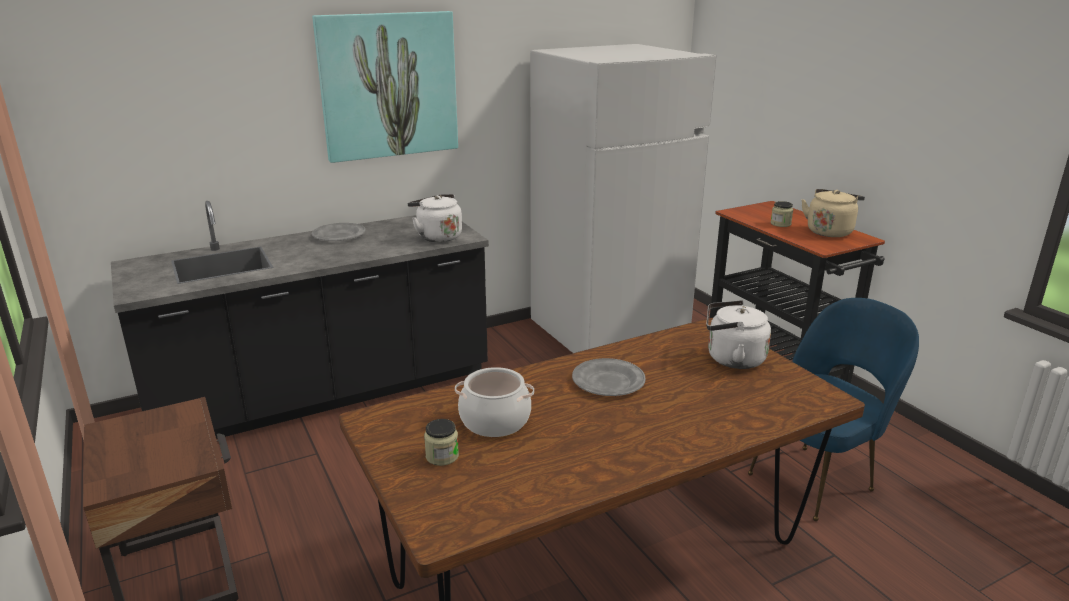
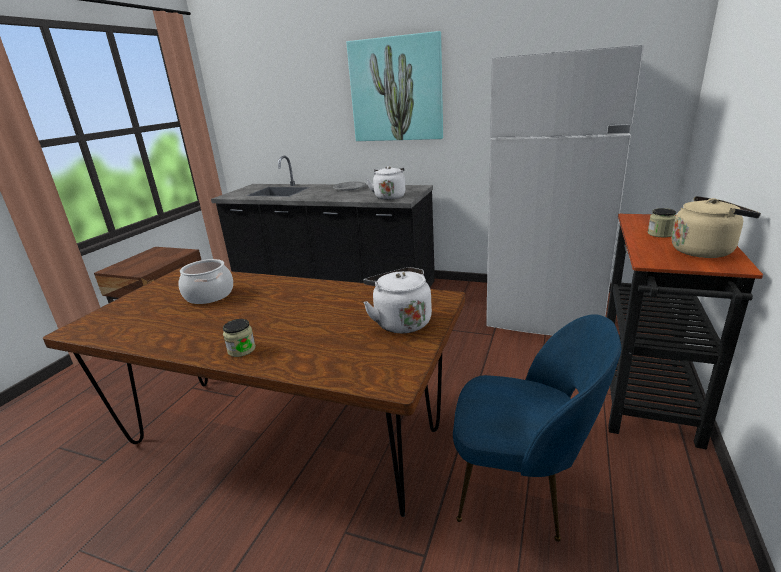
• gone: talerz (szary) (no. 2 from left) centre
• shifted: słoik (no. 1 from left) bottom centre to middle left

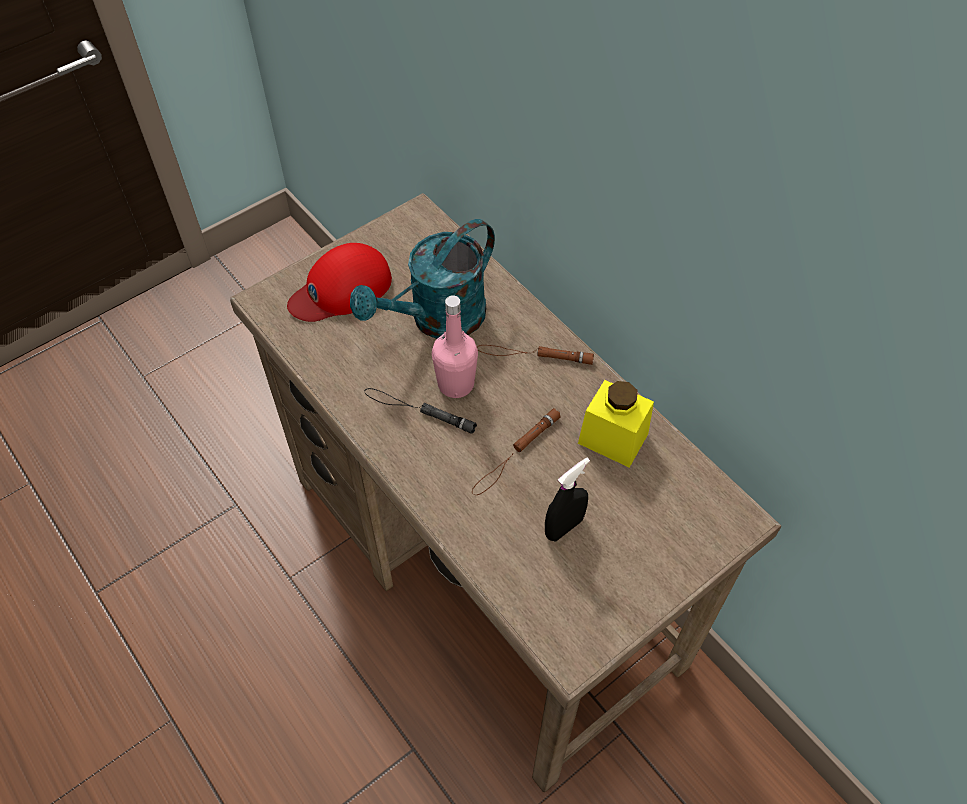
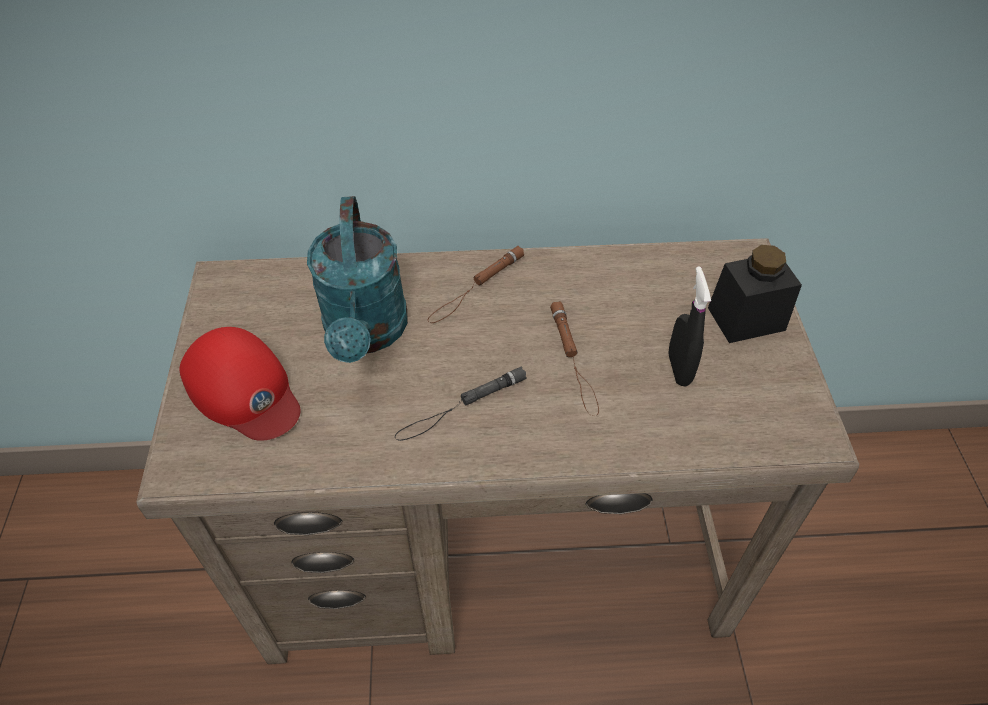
• rotated: czapka z daszkiem (czerwony) centre = middle left 45 degrees counterclockwise
• gone: butelka (różowy) centre
• gone: słoik (żółty) centre
• new: słoik (czarny) middle right

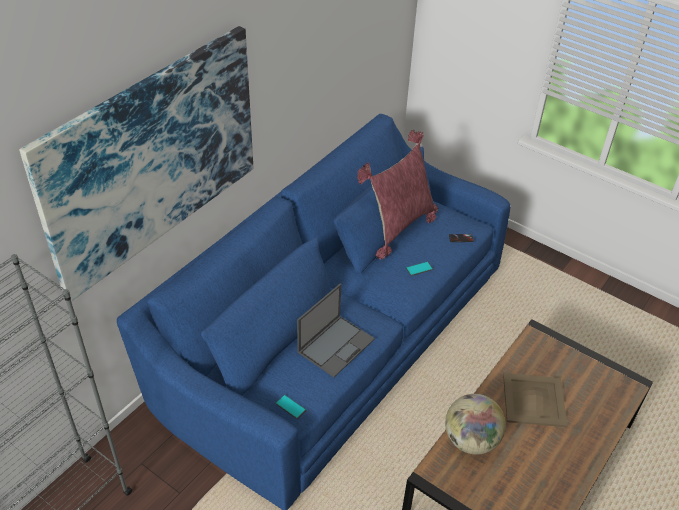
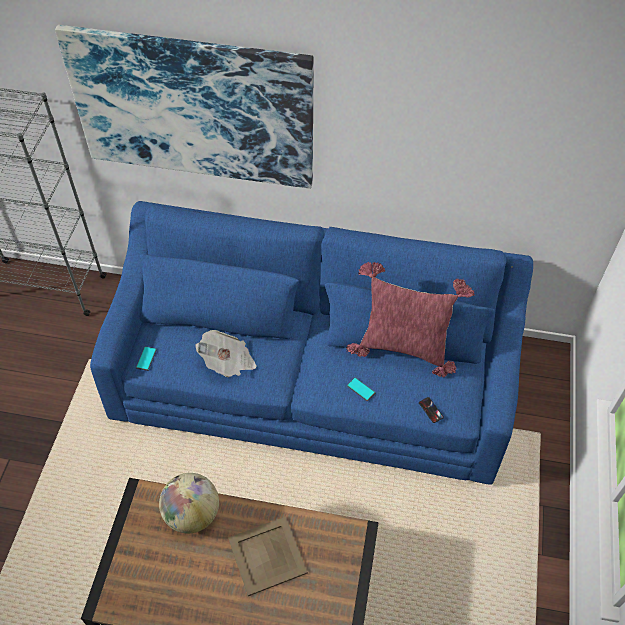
• swapped: laptop centre to gazeta centre

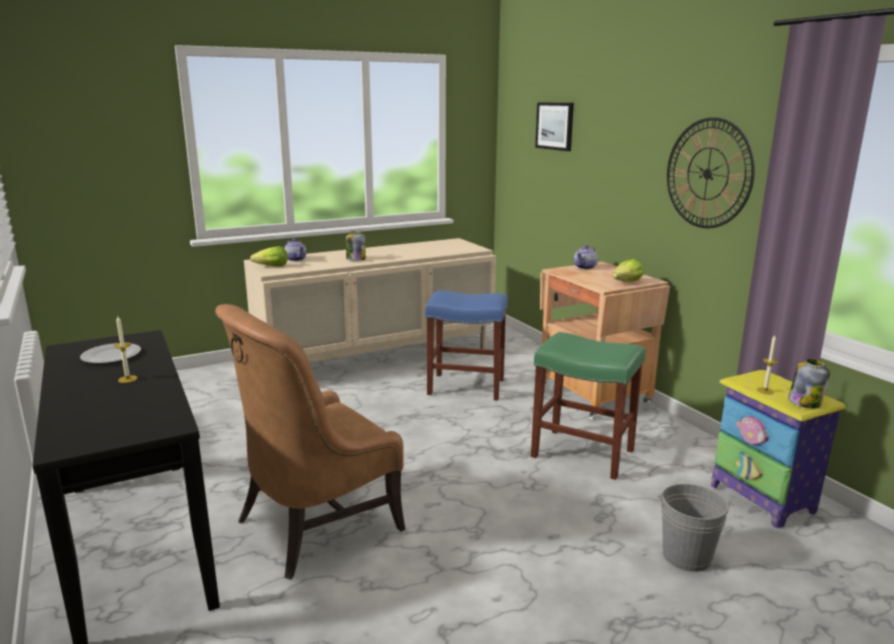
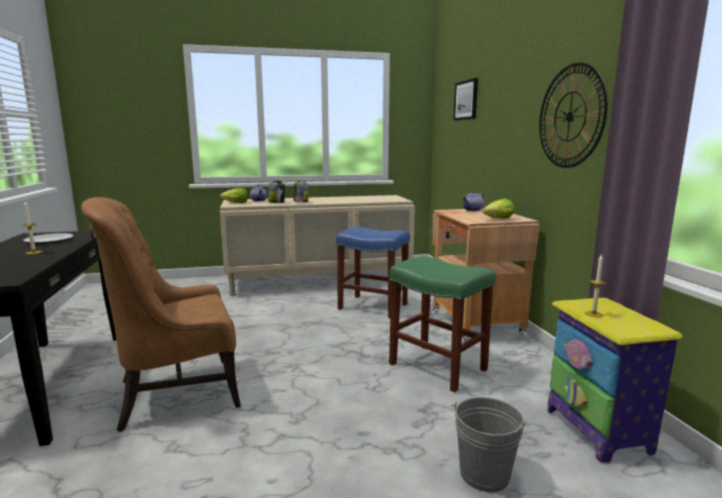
• shifted: słoik (no. 2 from left in the first image) middle right to słoik (no. 1 from left) centre

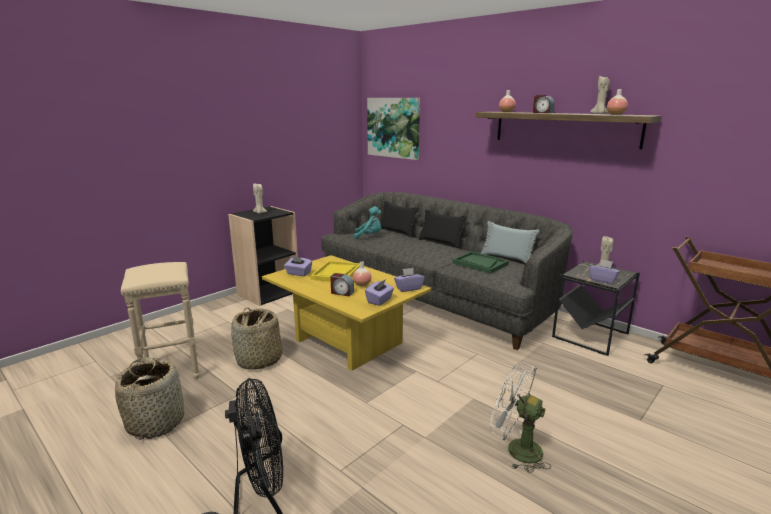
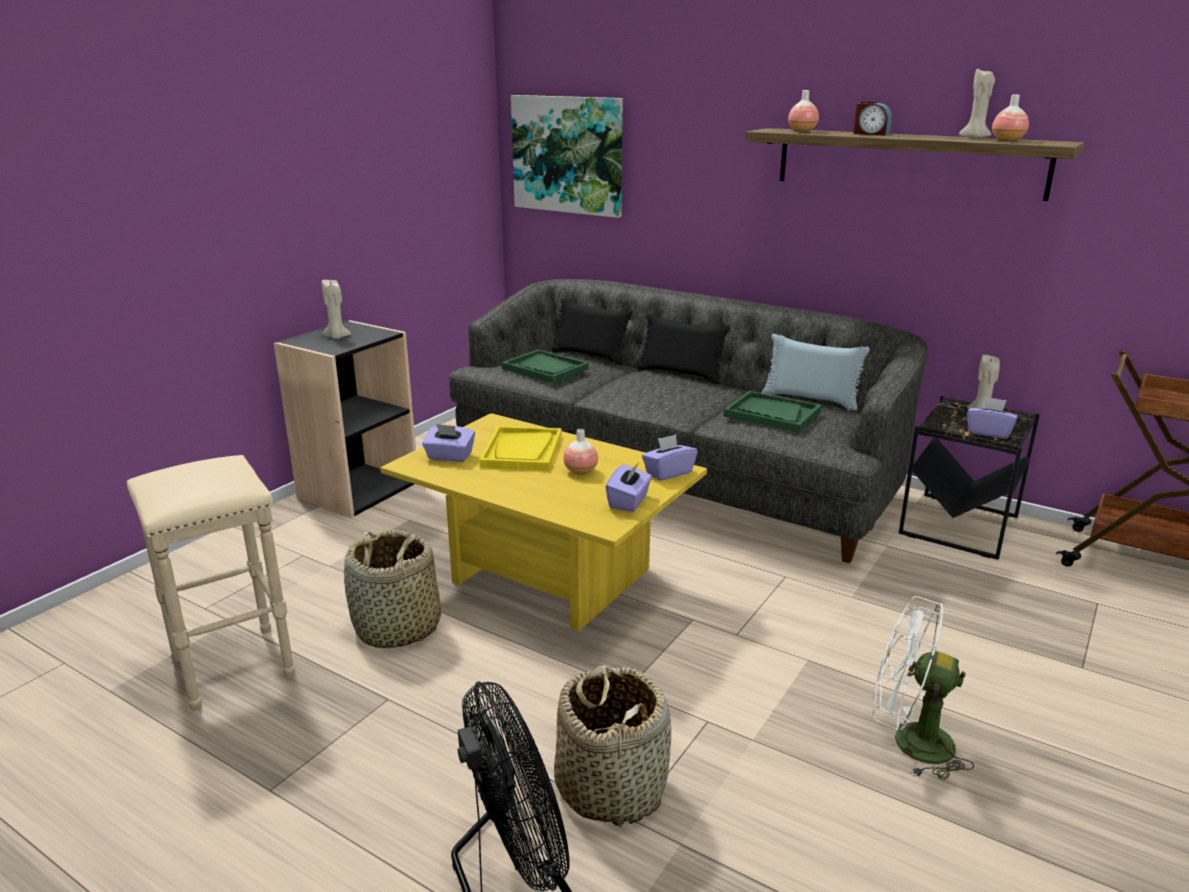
• swapped: pluszak (turkusowy) centre to taca (zielony) (no. 1 from left) centre
• gone: budzik (no. 1 from left) centre
• shifted: koszyk (no. 1 from left in the first image) bottom left to koszyk (no. 2 from left) bottom centre

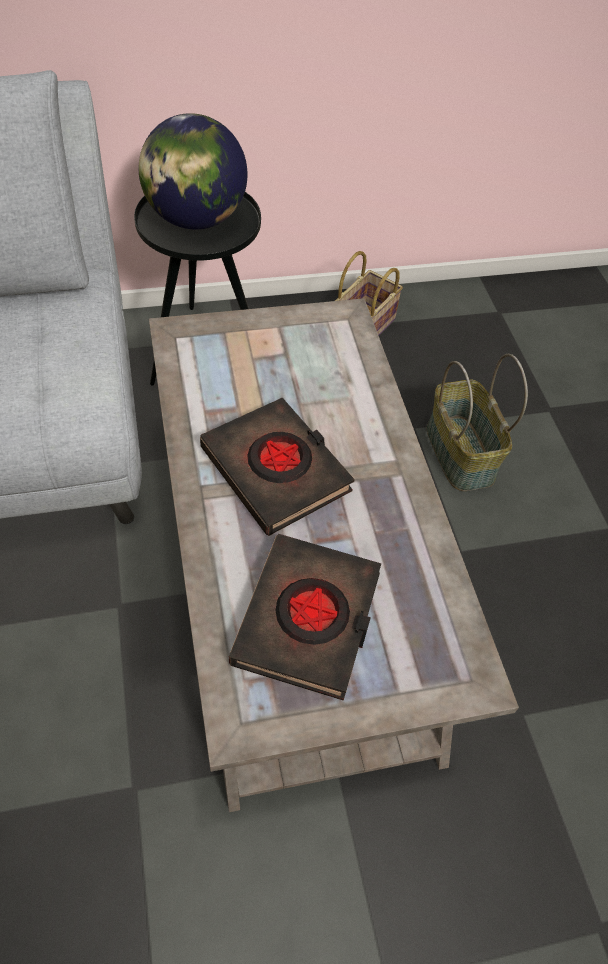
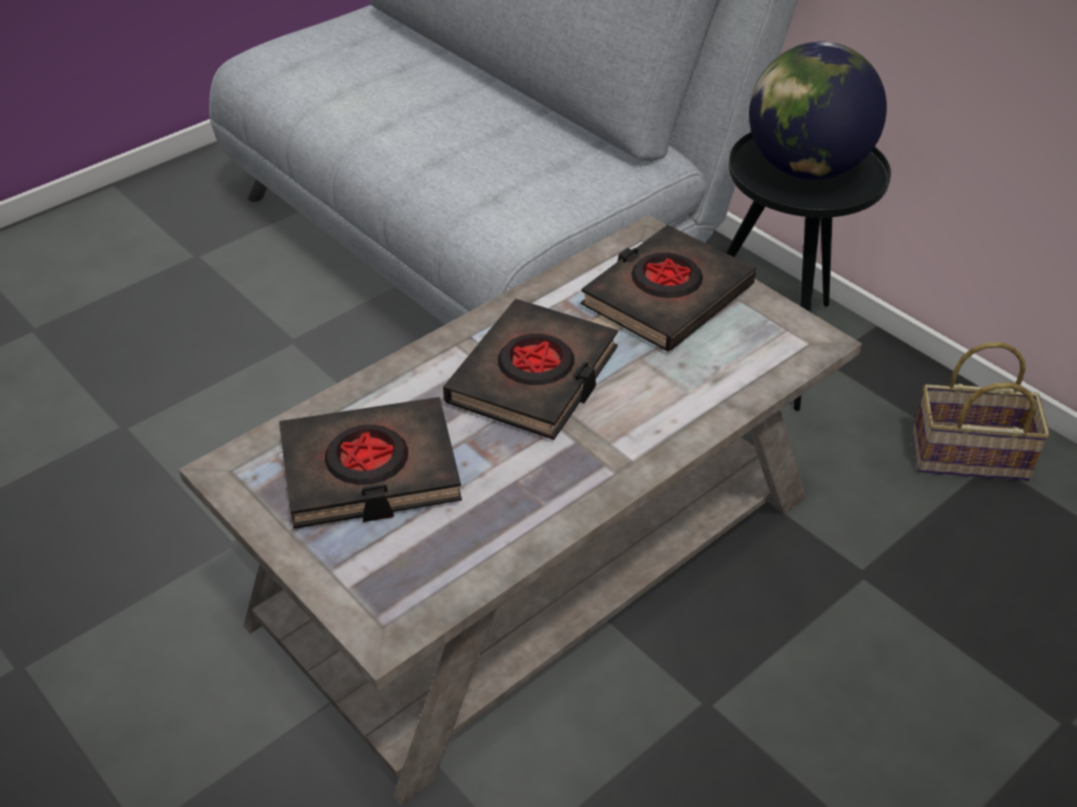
• gone: koszyk (no. 2 from left) middle right
• new: książka (czarny) (no. 3 from left) centre

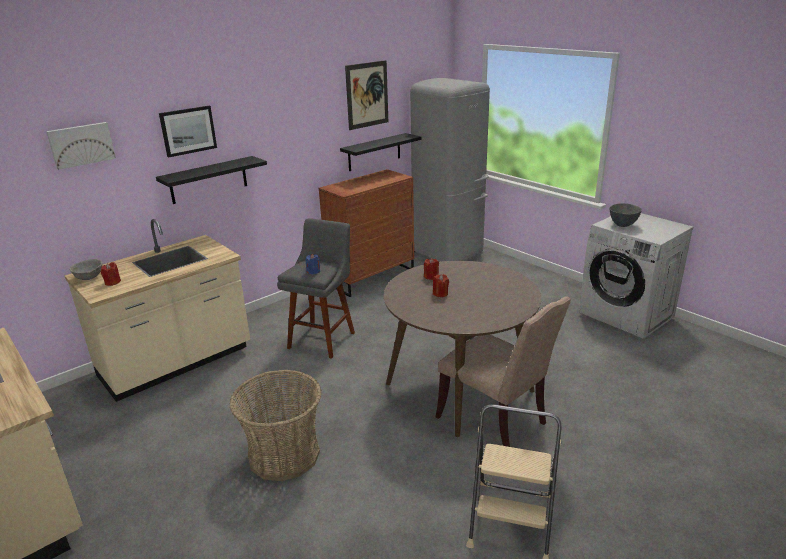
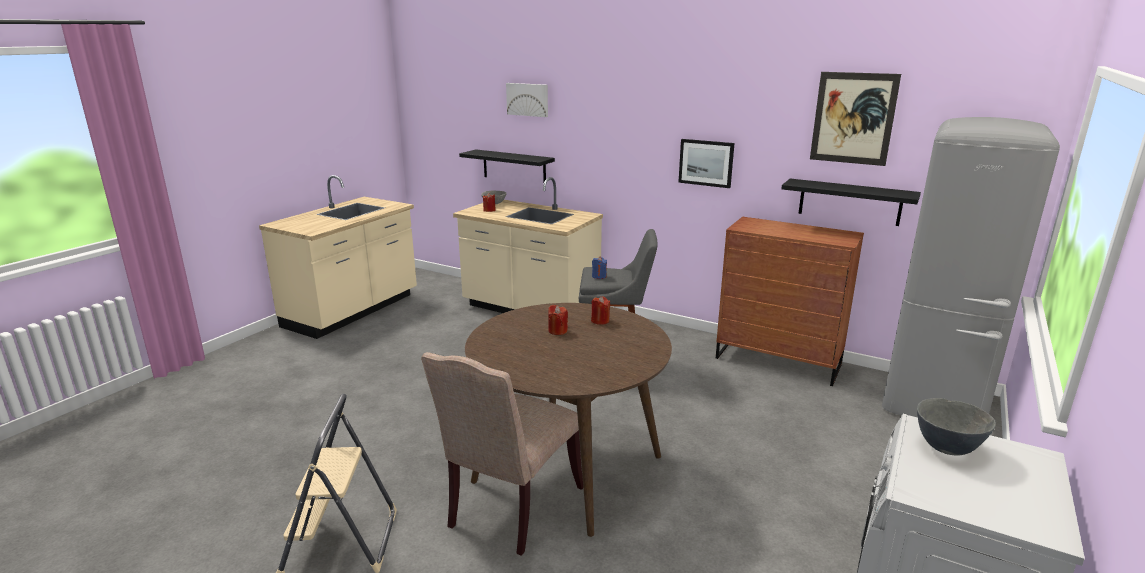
• shifted: obraz (no. 2 from left) top left to top centre
• shifted: półka (czarny) (no. 1 from left) top left to top centre
• gone: koszyk bottom centre

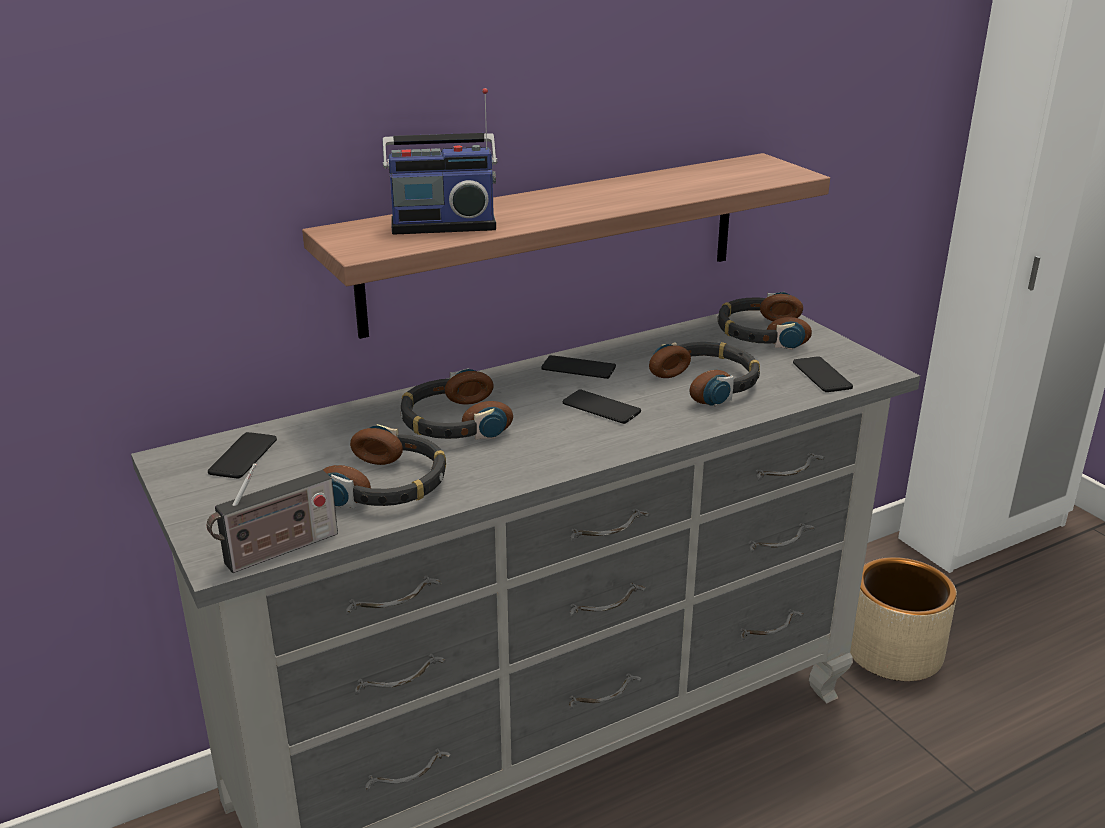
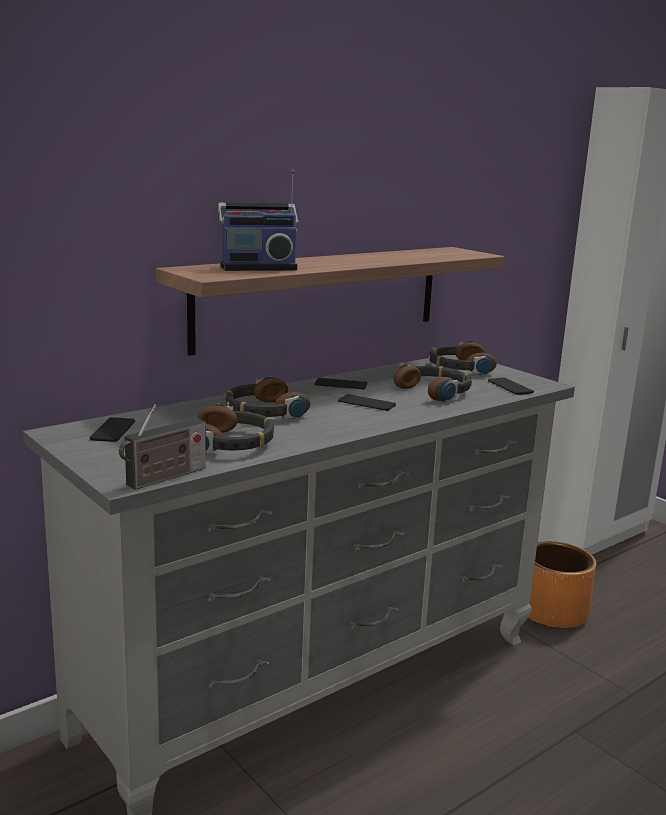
• repainted: donica (beżowy) bottom right to donica (pomarańczowy) bottom right

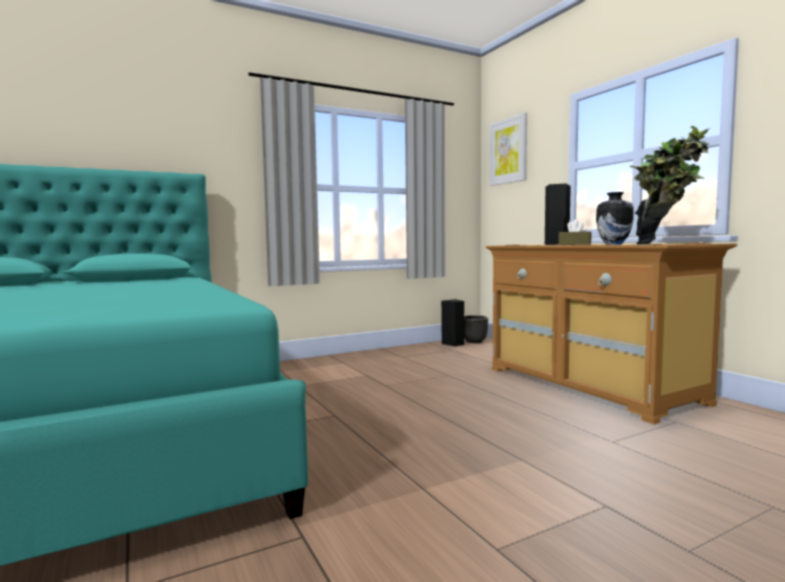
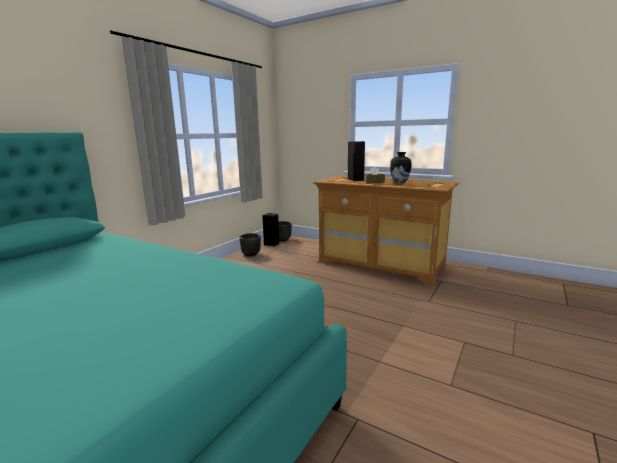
• gone: obraz top centre
• gone: roślina doniczkowa top right
• new: donica (czarny) (no. 1 from left) centre

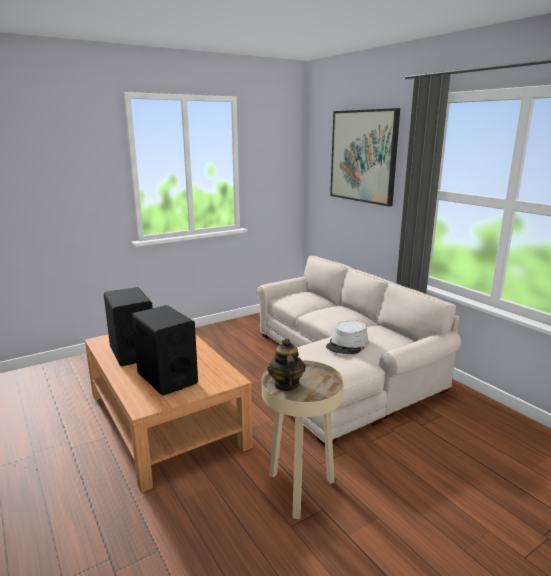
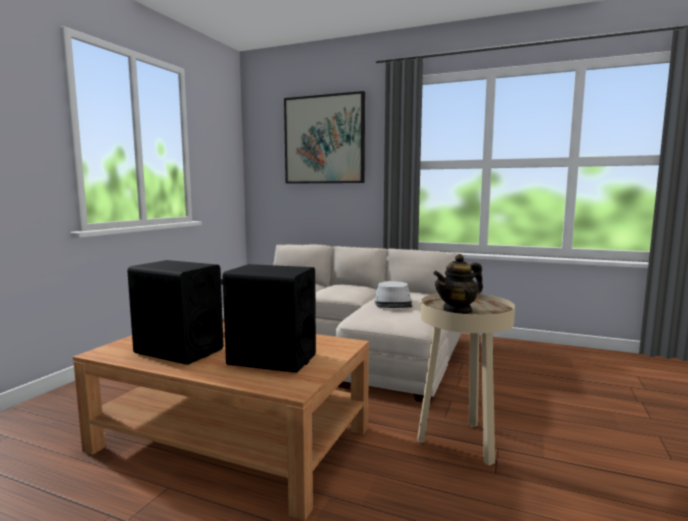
• rotated: imbryk centre = centre 75 degrees counterclockwise

